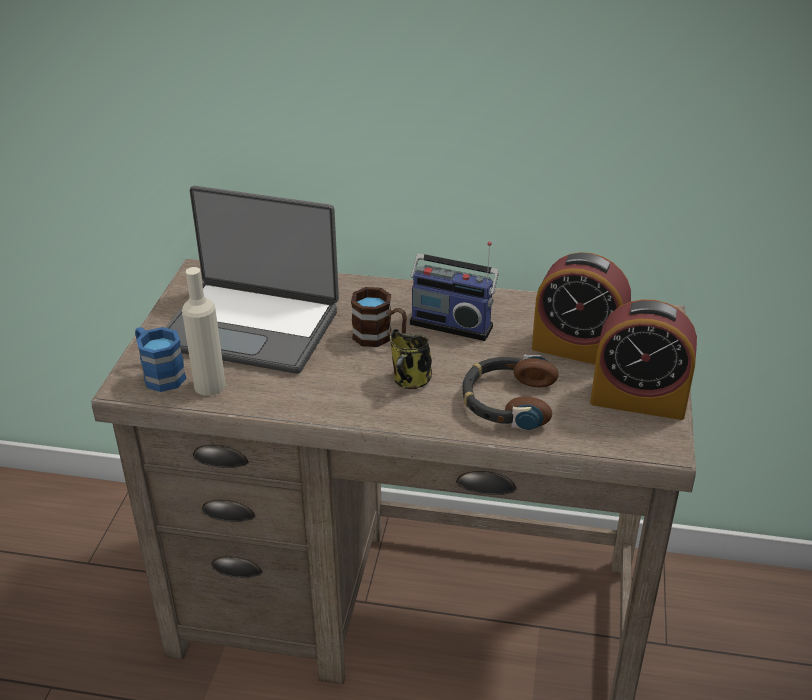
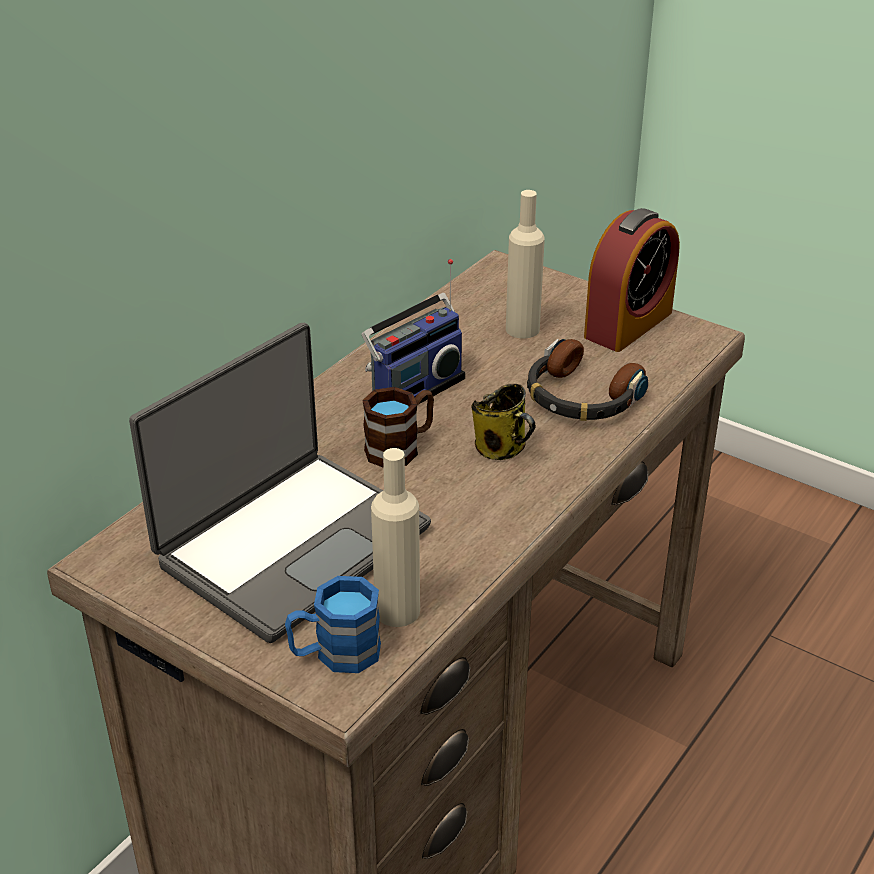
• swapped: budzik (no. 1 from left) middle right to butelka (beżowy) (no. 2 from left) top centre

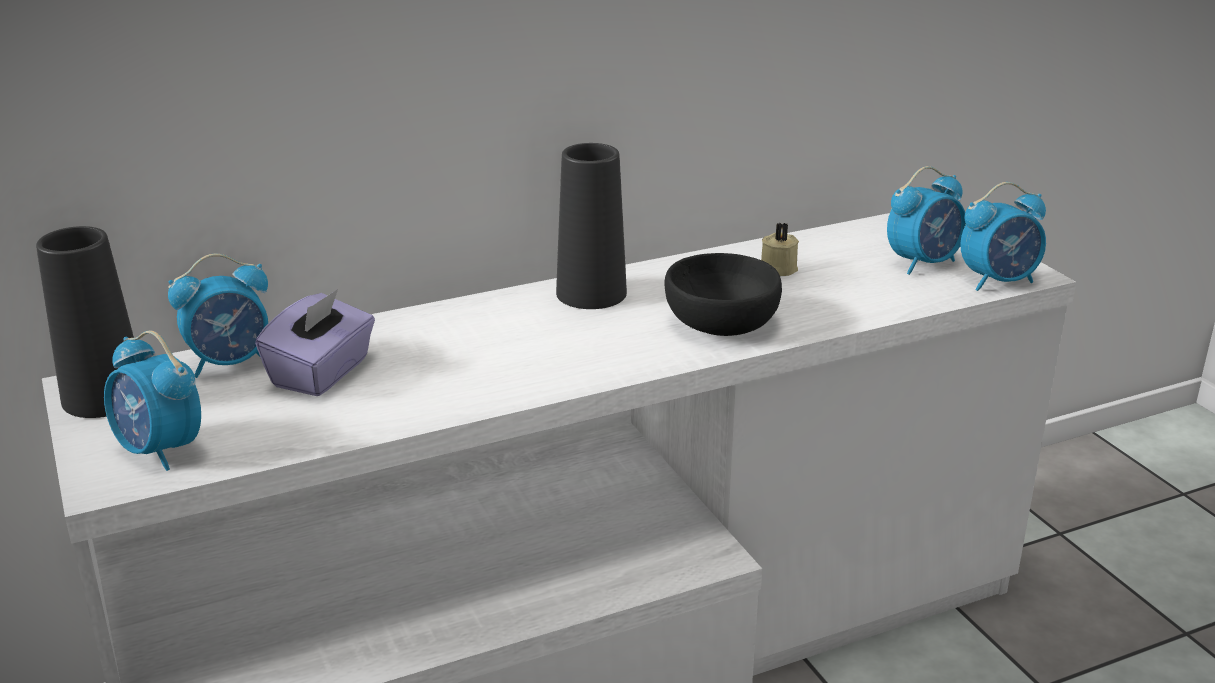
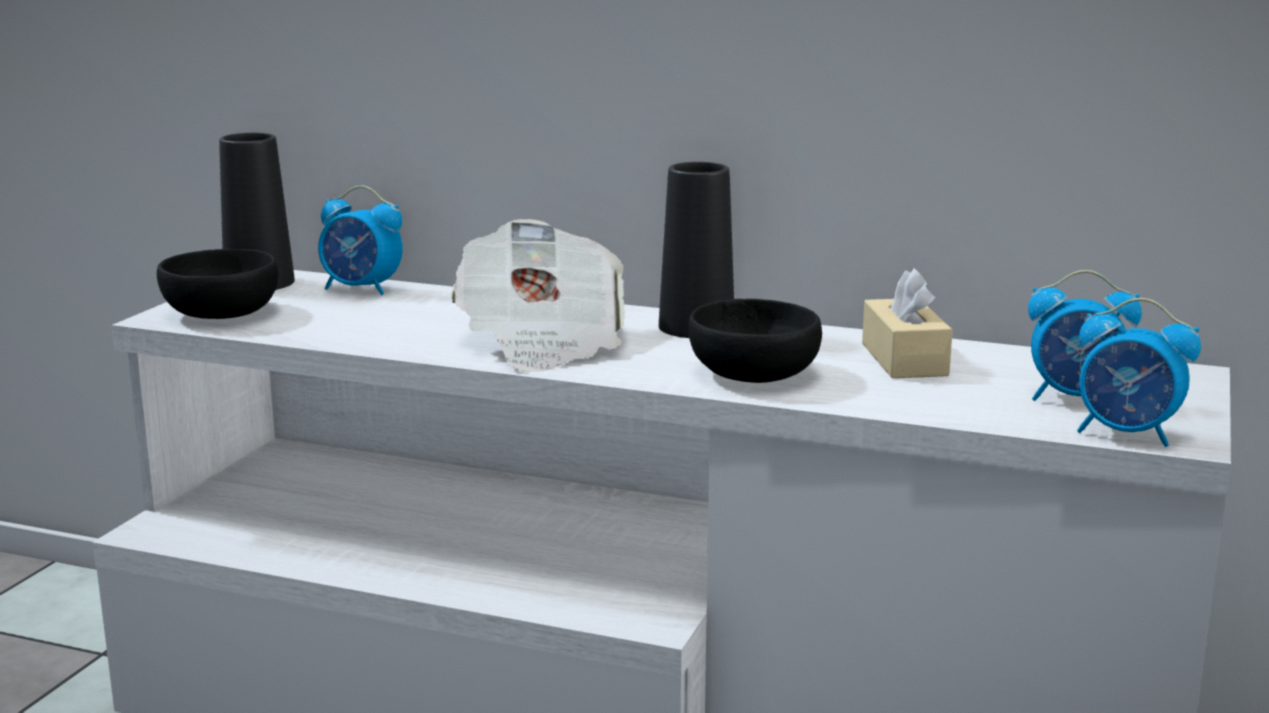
• swapped: świeca (beżowy) centre to pudełko chusteczek (beżowy) middle right
• gone: pudełko chusteczek (fioletowy) middle left
• swapped: budzik (no. 1 from left) middle left to miska (czarny) (no. 1 from left) middle left
• new: gazeta centre

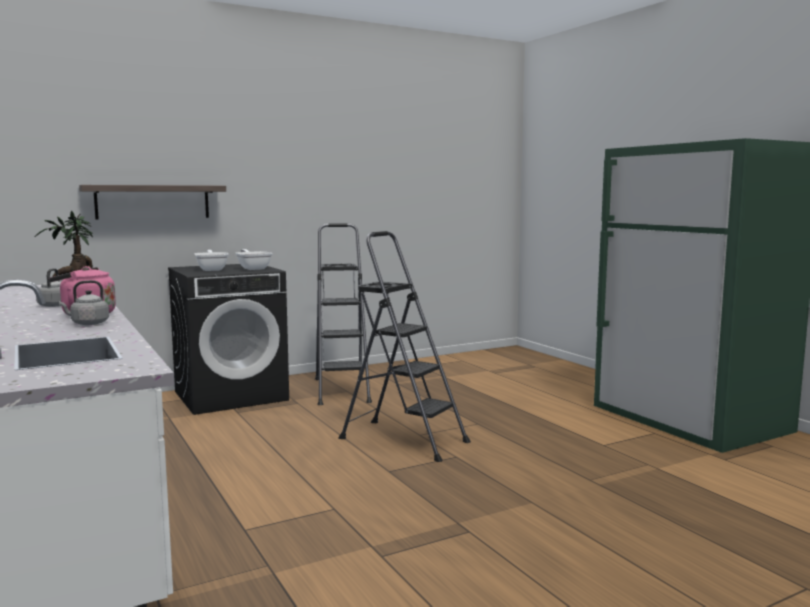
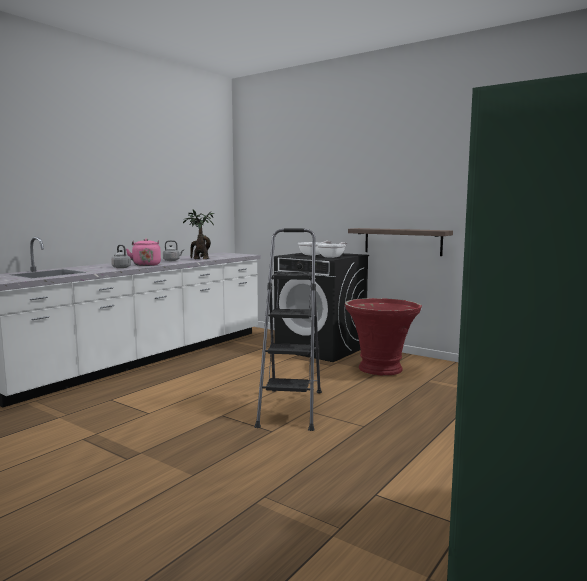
• shifted: półka top left to middle right
• swapped: drabinka (no. 1 from left) centre to donica (czerwony) centre

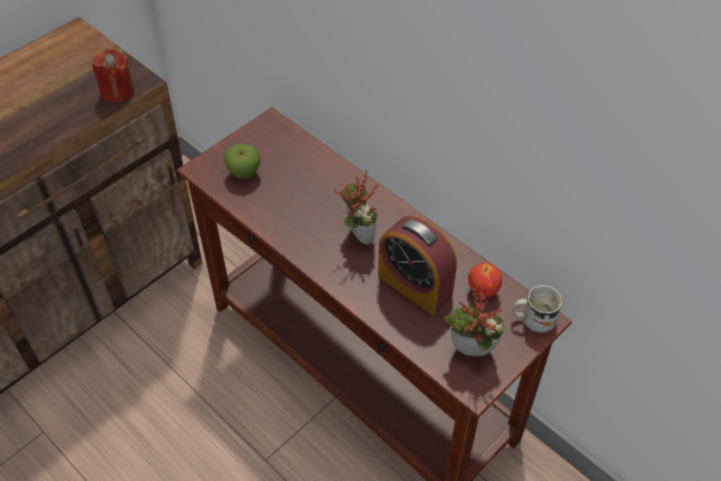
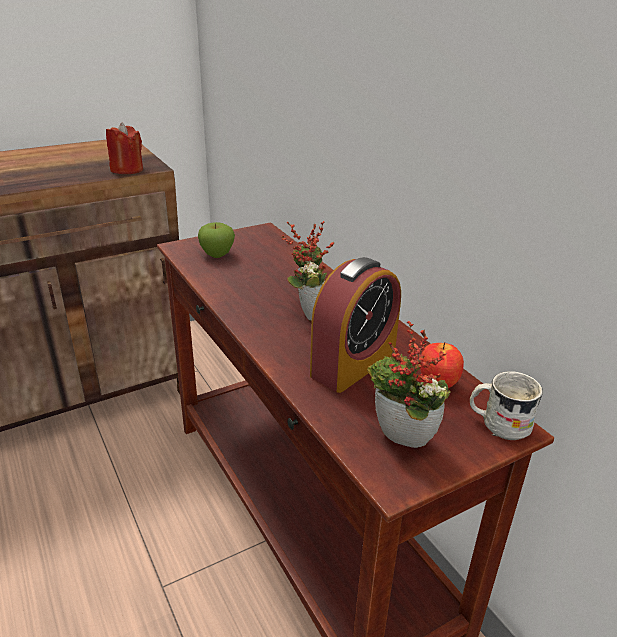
• rotated: budzik centre = centre 105 degrees counterclockwise

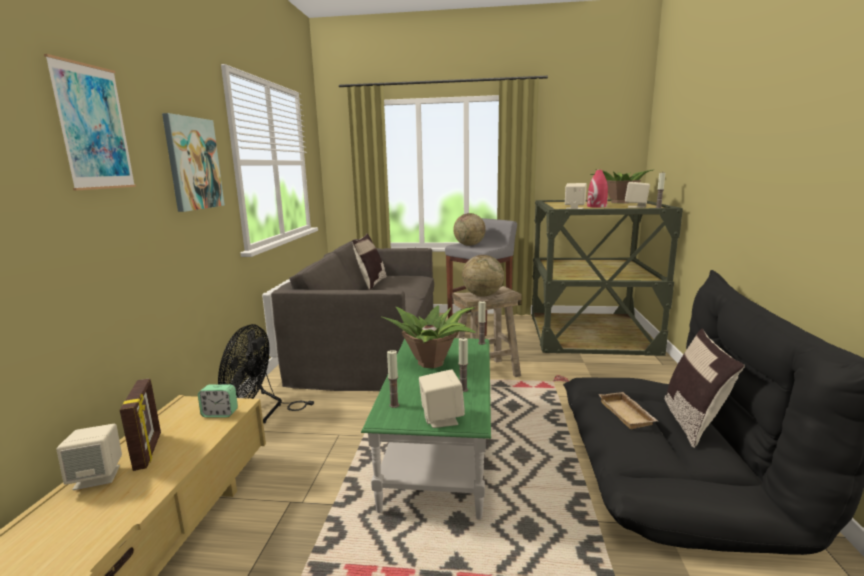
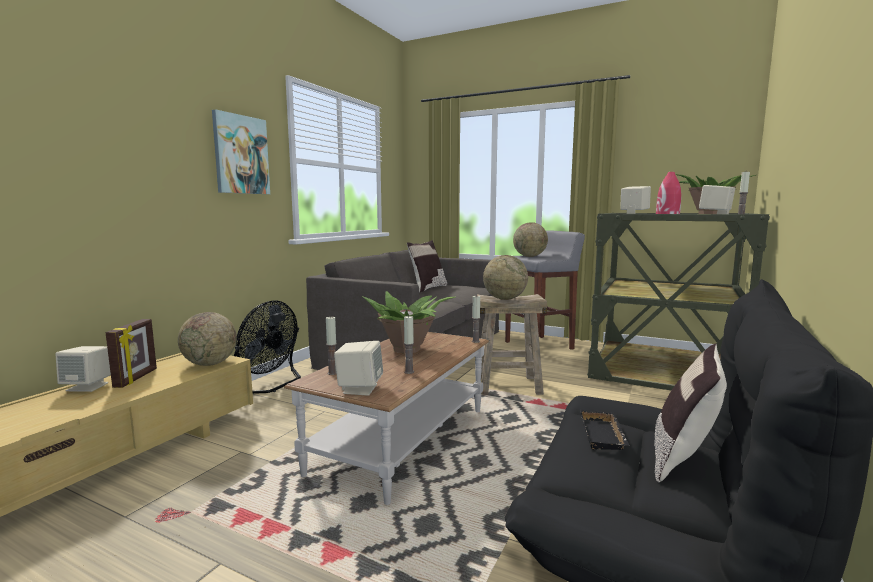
• gone: obraz (no. 1 from left) top left
• repainted: ława (zielony) bottom centre to ława (brązowy) bottom centre
• swapped: budzik bottom left to globus (no. 1 from left) middle left
• repainted: taca (beżowy) bottom right to taca (czarny) bottom right

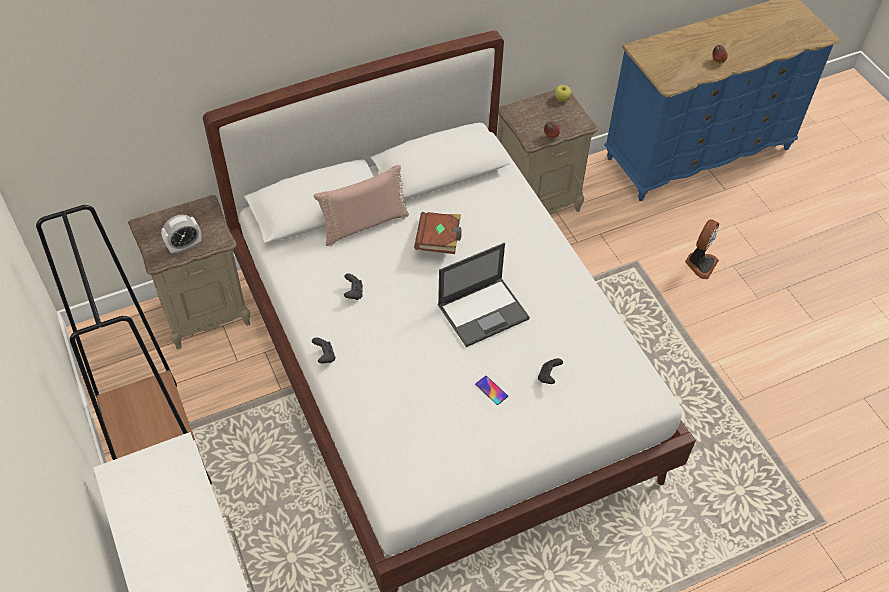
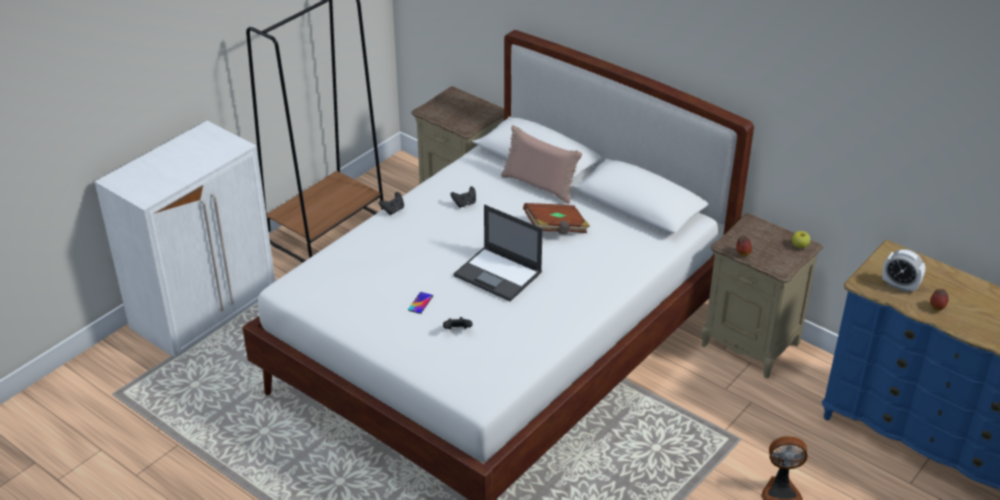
• shifted: budzik middle left to middle right

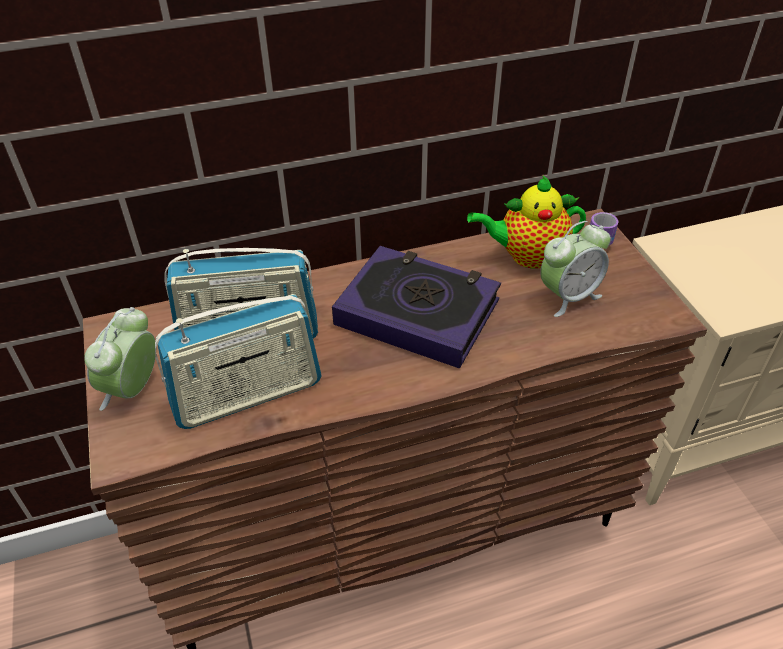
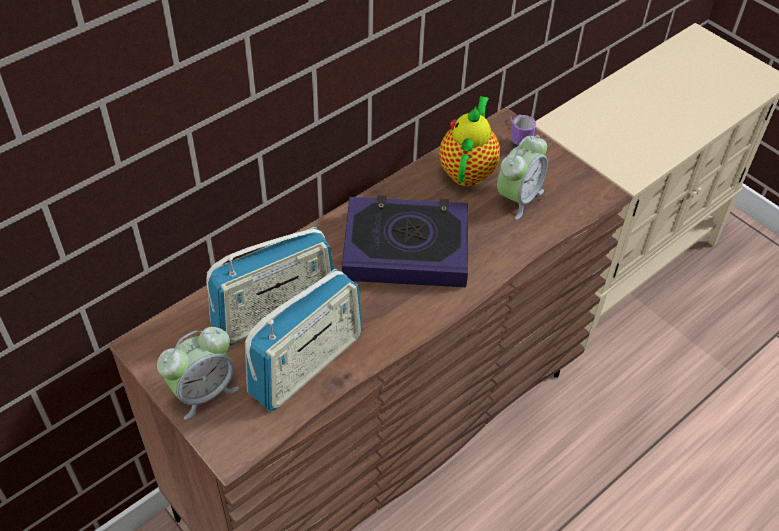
• rotated: imbryk middle right = top centre 135 degrees clockwise
• rotated: budzik (no. 1 from left) middle left = bottom left 120 degrees counterclockwise

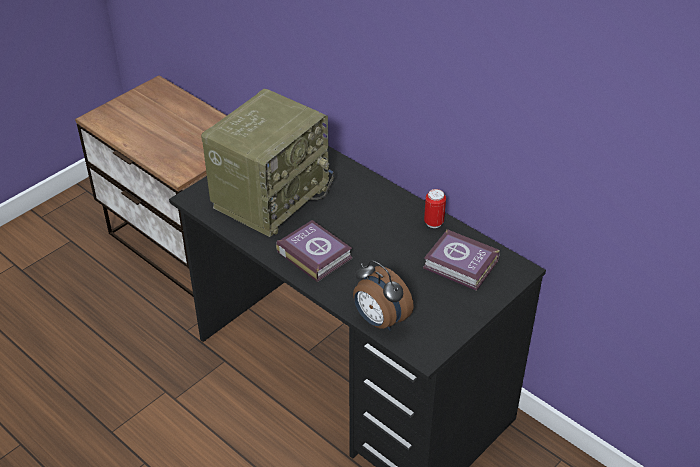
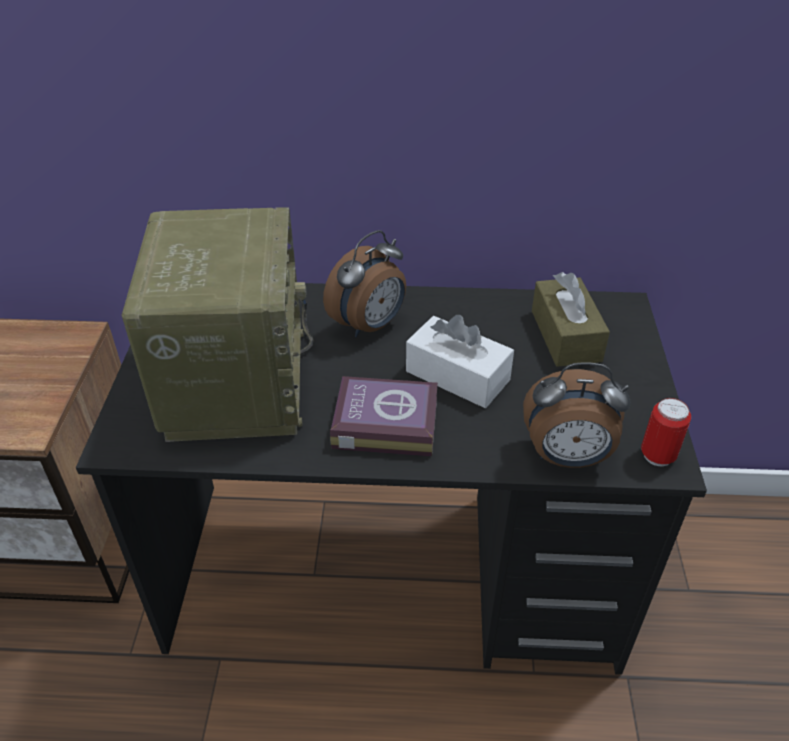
• shifted: puszka centre to middle right
• swapped: książka (no. 2 from left) centre to pudełko chusteczek (brązowy) middle right
• new: budzik (no. 1 from left) centre
• new: pudełko chusteczek (biały) centre

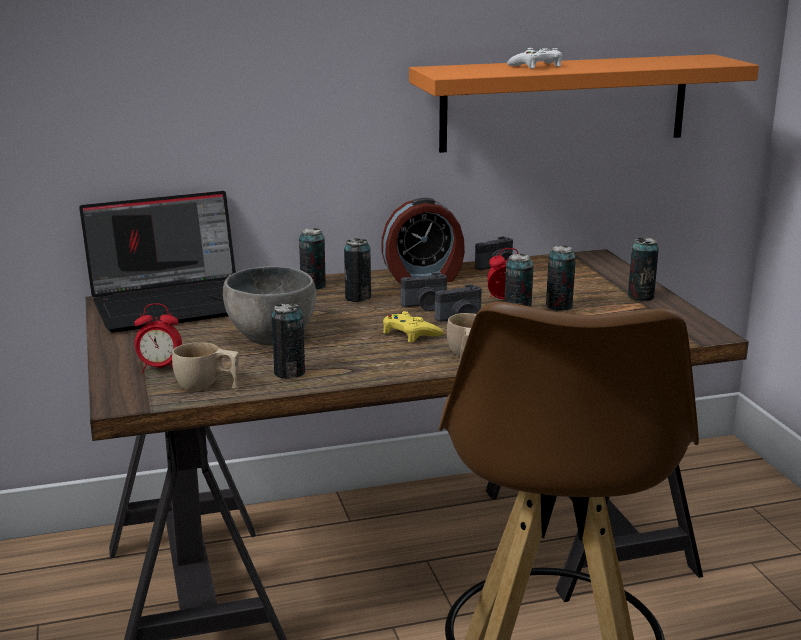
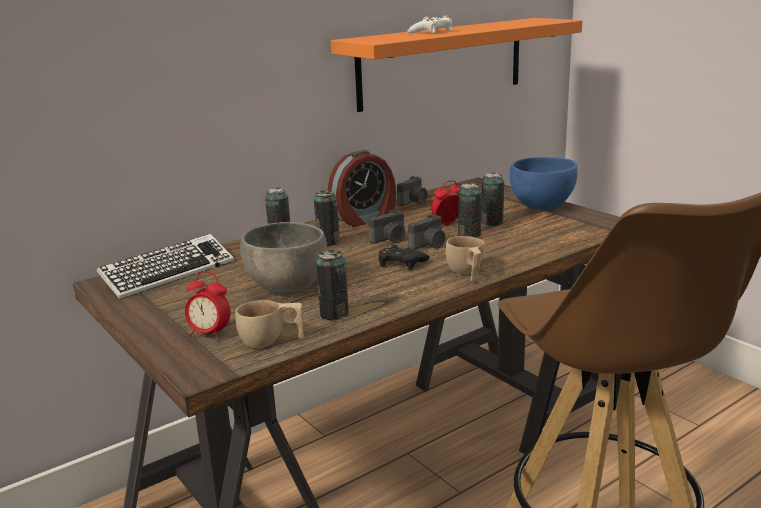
• swapped: laptop middle left to klawiatura middle left
• swapped: puszka (no. 6 from left) middle right to miska (niebieski) middle right
• rotated: budzik (no. 1 from left) middle left = middle left 45 degrees clockwise
• repainted: pad do gier (żółty) centre to pad do gier (czarny) centre

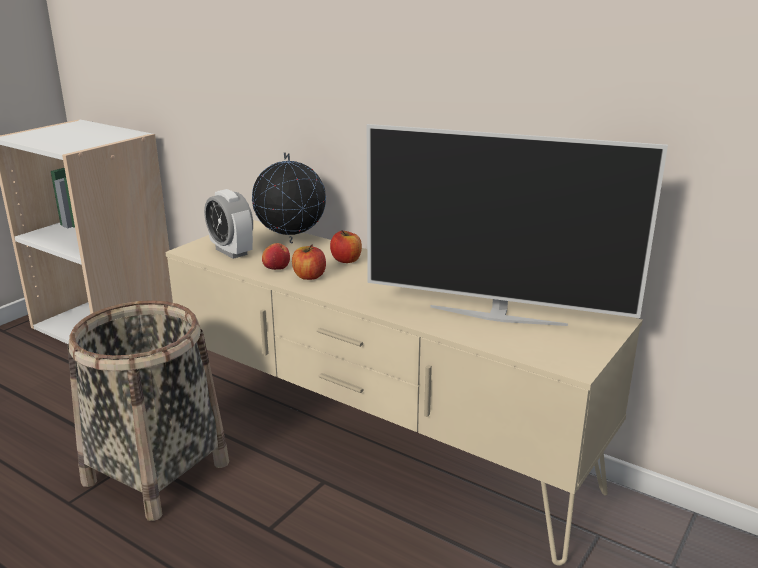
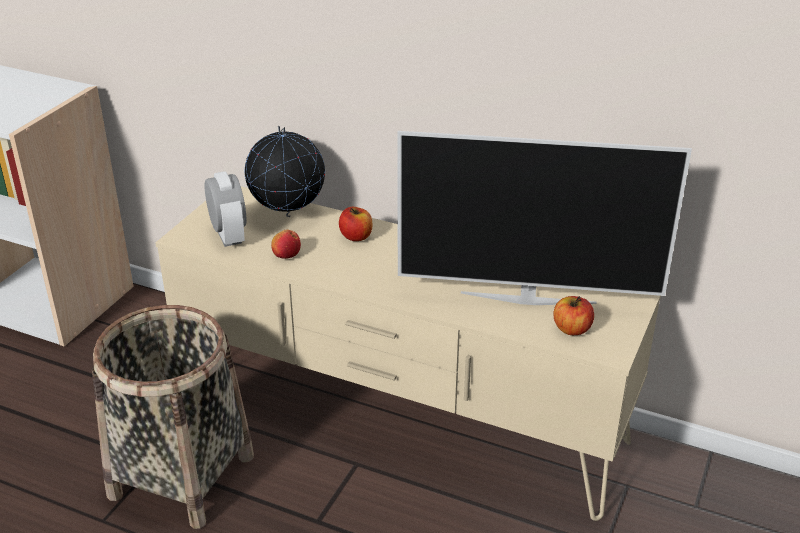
• rotated: budzik middle left = middle left 150 degrees counterclockwise
• shifted: jabłko (no. 2 from left in the first image) centre to jabłko (no. 3 from left) middle right

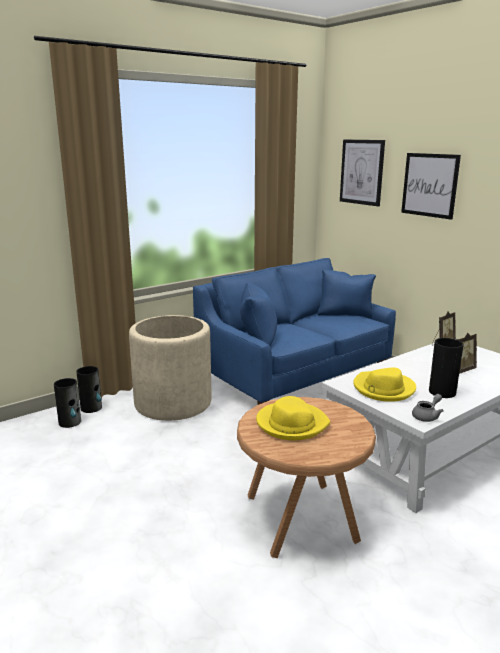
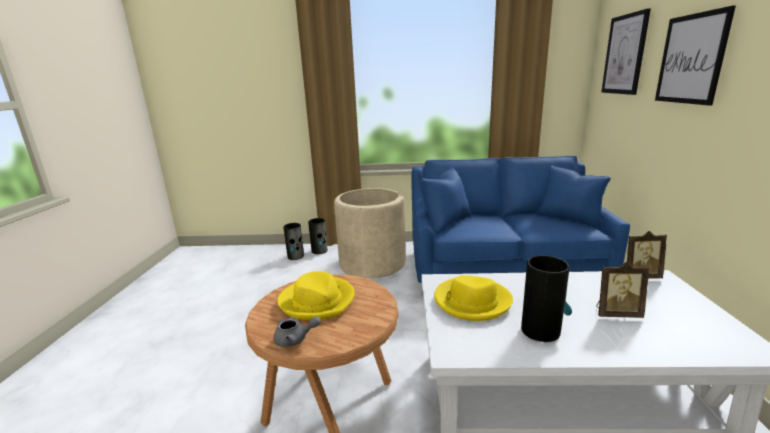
• shifted: imbryk (szary) middle right to bottom centre

